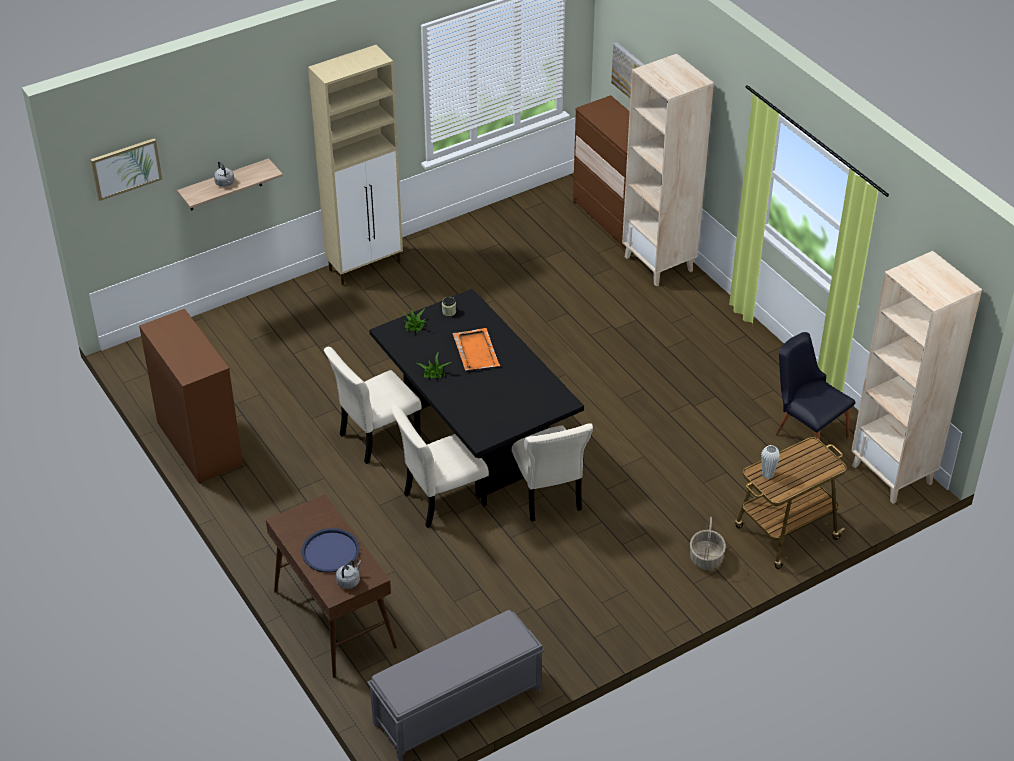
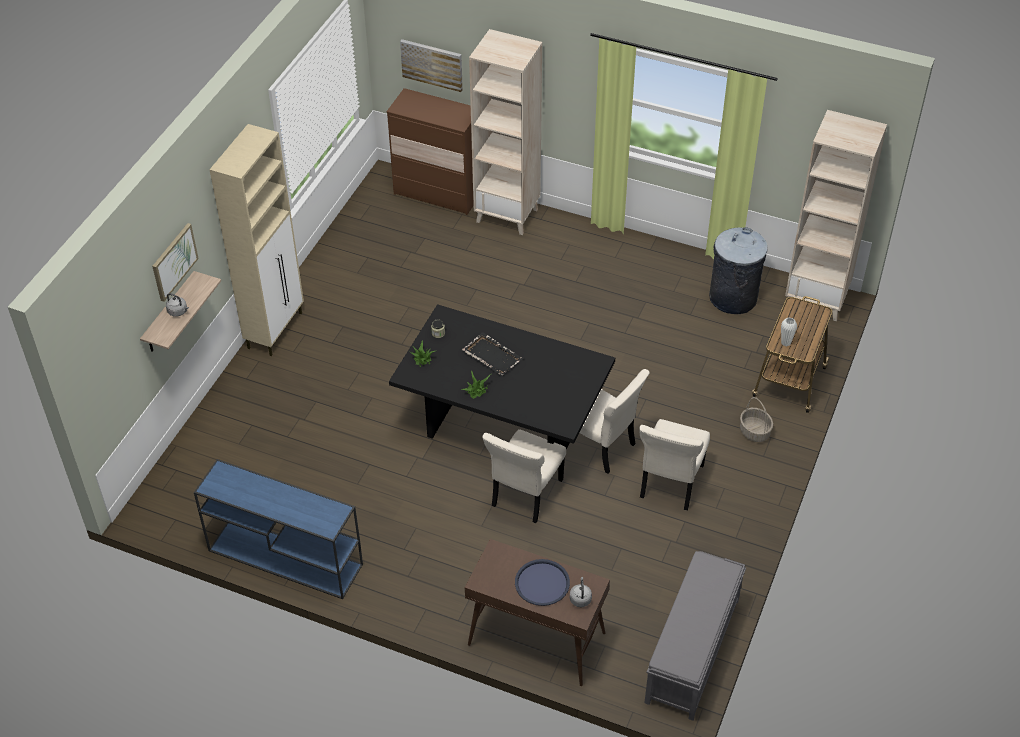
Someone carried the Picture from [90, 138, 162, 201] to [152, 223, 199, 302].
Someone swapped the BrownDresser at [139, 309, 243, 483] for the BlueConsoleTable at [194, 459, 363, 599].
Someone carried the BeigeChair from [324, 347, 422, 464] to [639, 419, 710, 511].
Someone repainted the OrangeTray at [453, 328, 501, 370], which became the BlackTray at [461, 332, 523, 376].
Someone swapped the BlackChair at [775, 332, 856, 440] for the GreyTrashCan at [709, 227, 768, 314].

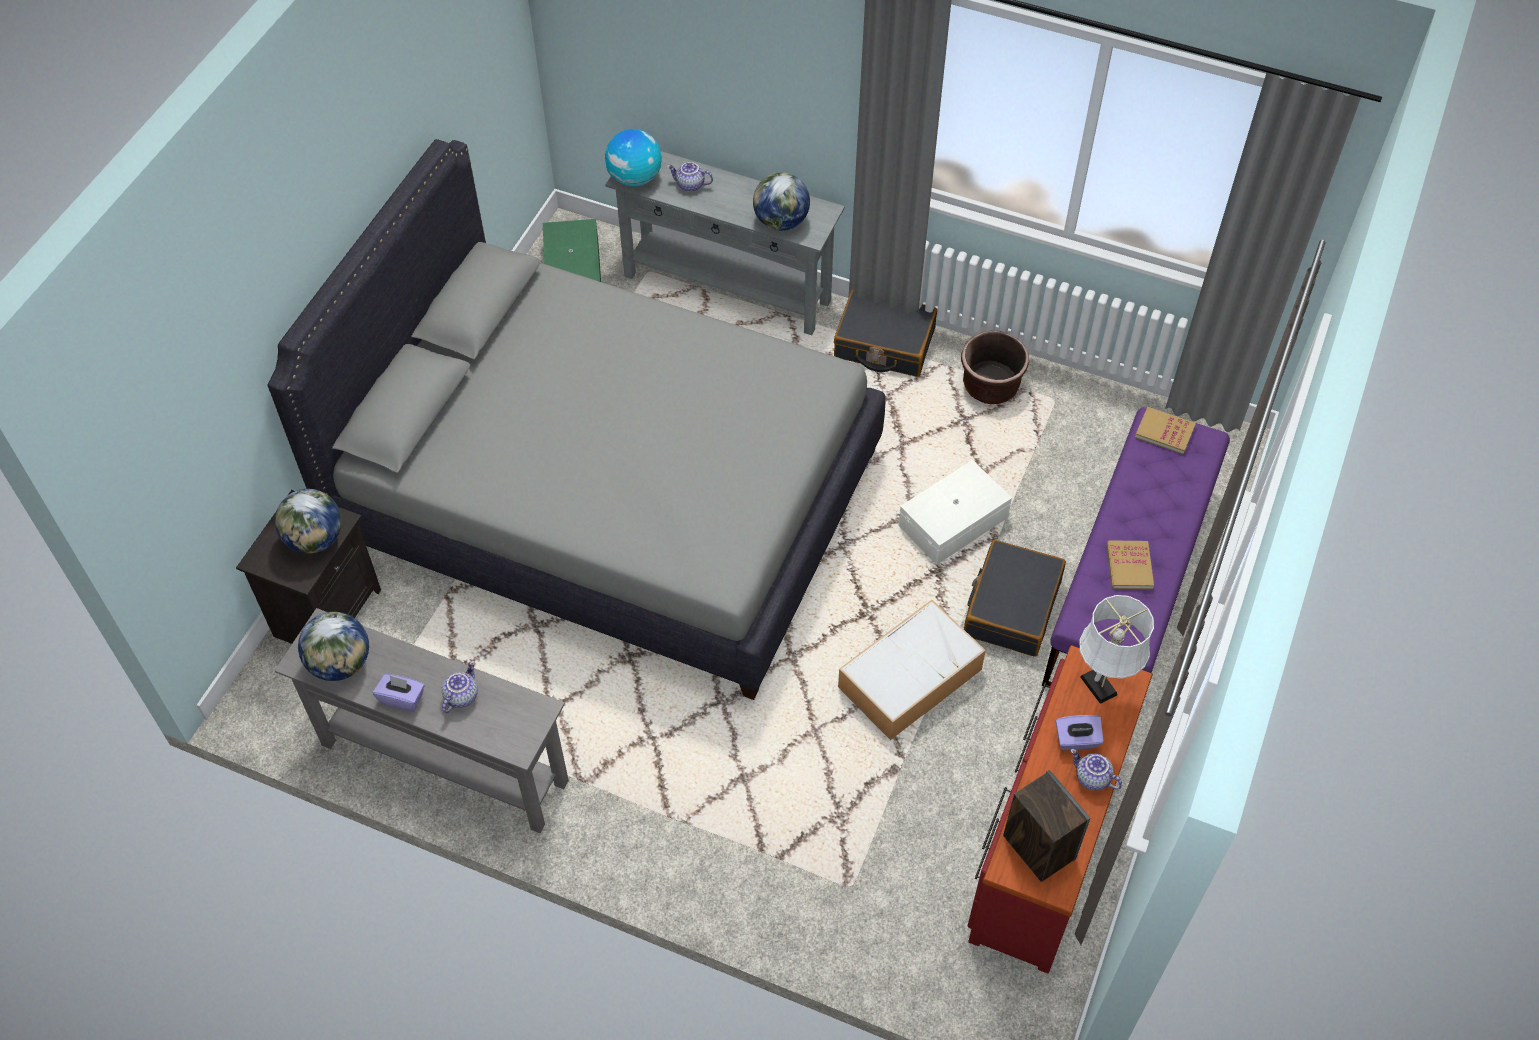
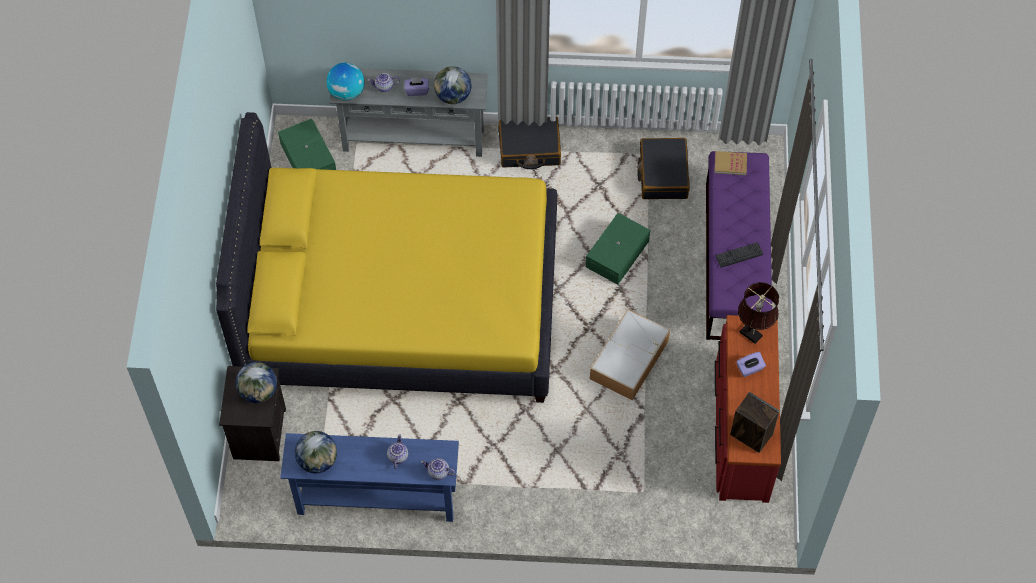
Someone repainted the GreyBed at [268, 139, 885, 700], which became the YellowBed at [216, 112, 557, 403].
Someone repainted the GreyConsoleTable at [274, 608, 569, 833], which became the BlueConsoleTable at [280, 433, 459, 522].
Someone carried the PurpleTissueBox from [373, 674, 425, 712] to [405, 78, 429, 96].
Someone repainted the WhiteStorageBox at [898, 460, 1012, 565], which became the GreenStorageBox at [586, 213, 650, 285].
Someone took away the BrownPlanter at [961, 330, 1029, 404].
Someone carried the BlackSuitcase from [964, 540, 1066, 657] to [638, 138, 690, 199].
Someone carried the Teapot from [1070, 749, 1122, 791] to [421, 458, 455, 480].
Someone repainted the WhiteTableLamp at [1080, 595, 1154, 704], which became the BrownTableLamp at [738, 282, 779, 344].
Someone swapped the Book at [1107, 540, 1154, 589] for the Keyboard at [716, 242, 763, 268].

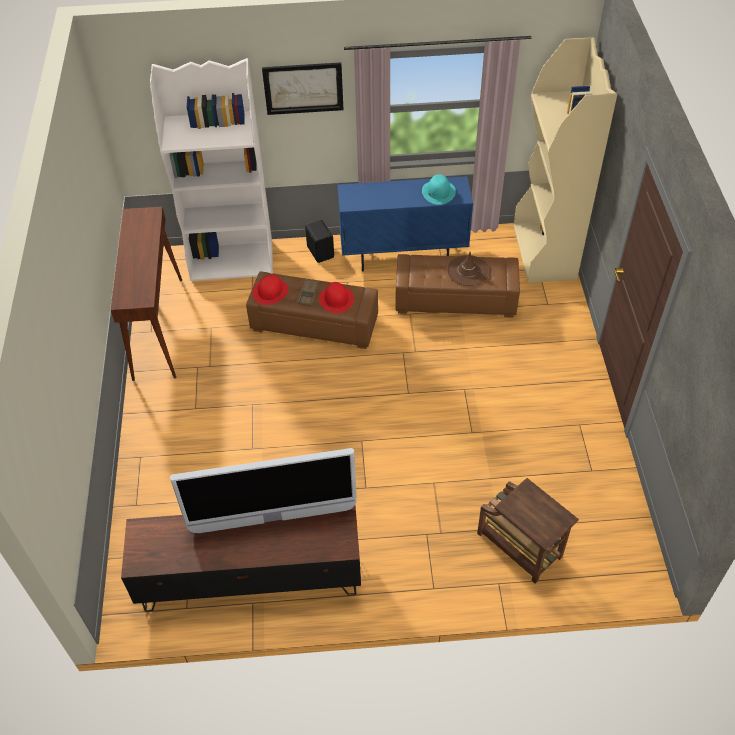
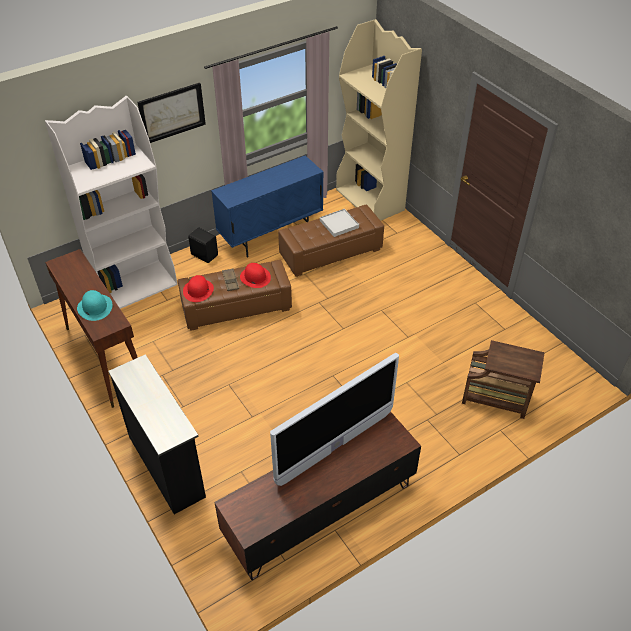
Someone carried the TurquoiseHat from [422, 174, 456, 204] to [77, 290, 112, 321].
Someone swapped the BrownHat at [447, 252, 490, 286] for the WhiteTray at [320, 209, 359, 237].
Someone put down the BlackDresser at [108, 354, 206, 514].

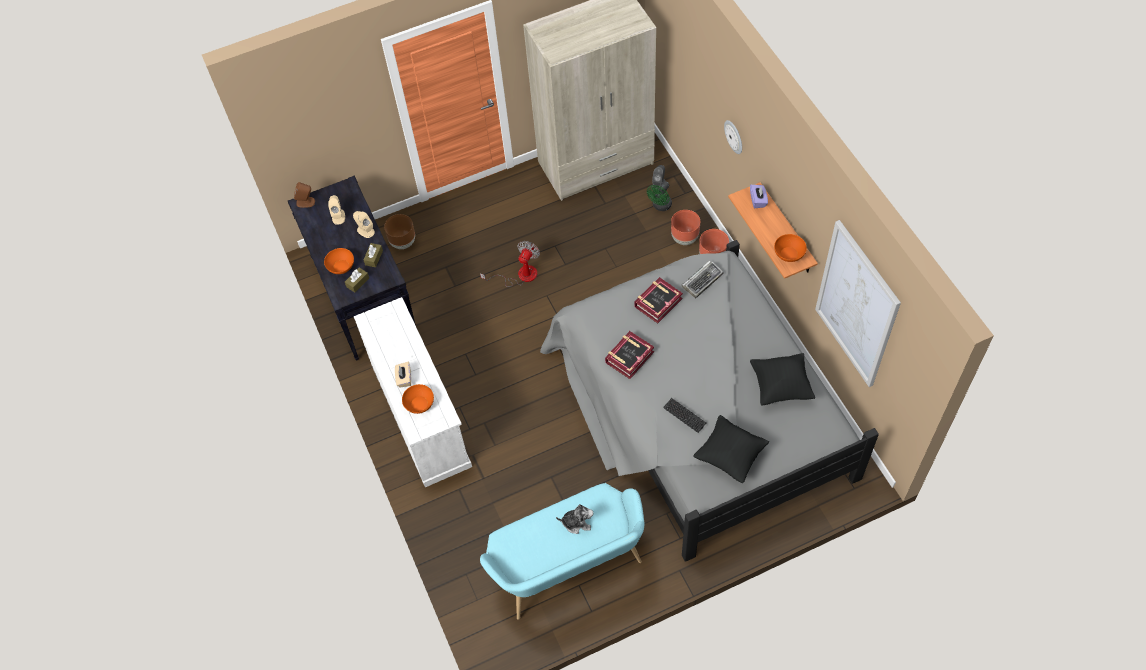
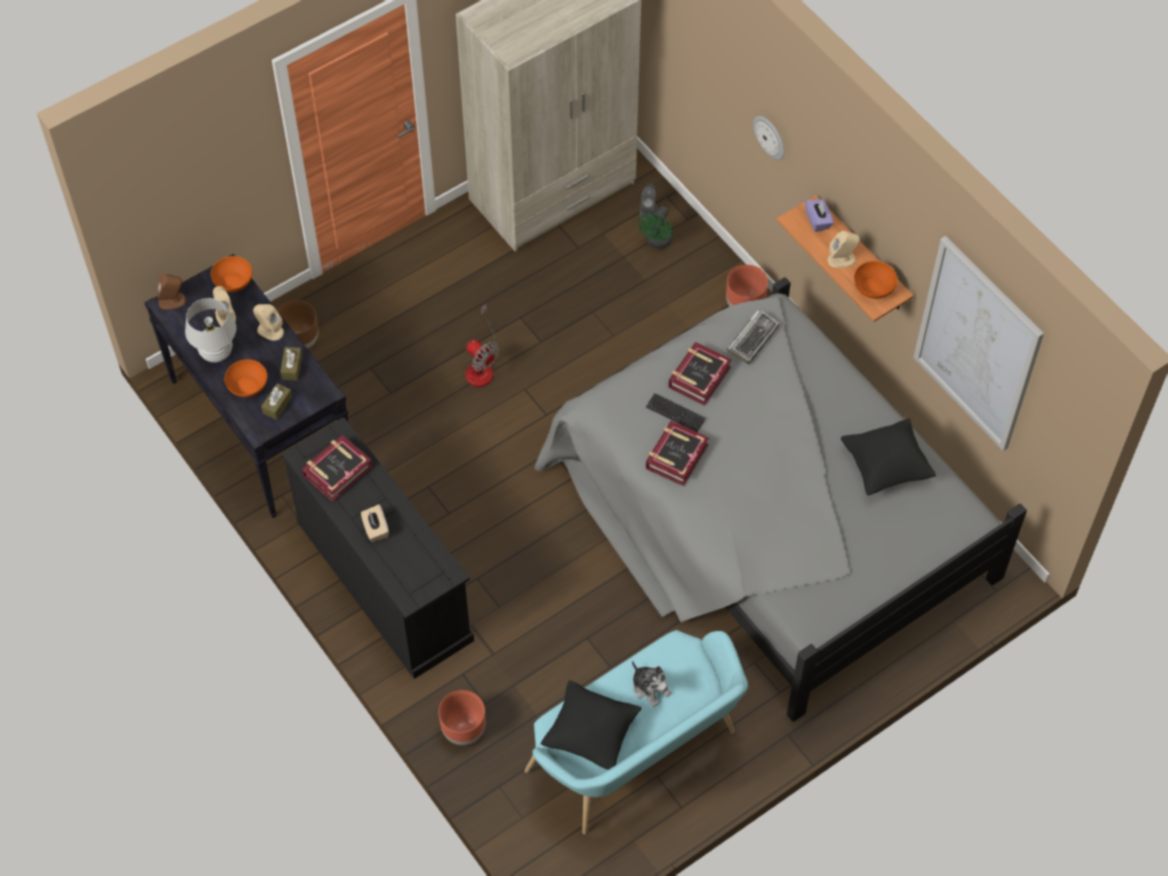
Someone repainted the WhiteDresser at [354, 297, 472, 487], which became the BlackDresser at [281, 417, 474, 679].
Someone carried the OrangeBowl from [402, 384, 434, 414] to [211, 256, 252, 292].
Someone rotated the Fan at [480, 241, 540, 287] by 120 degrees clockwise.
Someone rotated the PlushToy at [556, 504, 593, 534] by 60 degrees clockwise.
Someone carried the Keyboard from [663, 398, 706, 433] to [646, 393, 706, 432].
Someone carried the BrownPlanter from [671, 210, 700, 245] to [439, 690, 486, 745].
Someone carried the BlackPillow from [693, 415, 769, 484] to [541, 680, 641, 770].
Someone put down the WhiteTableLamp at [185, 298, 236, 362].
Someone put down the Book at [302, 435, 373, 502].
Someone put down the BeigeSpeaker at [827, 231, 860, 268].

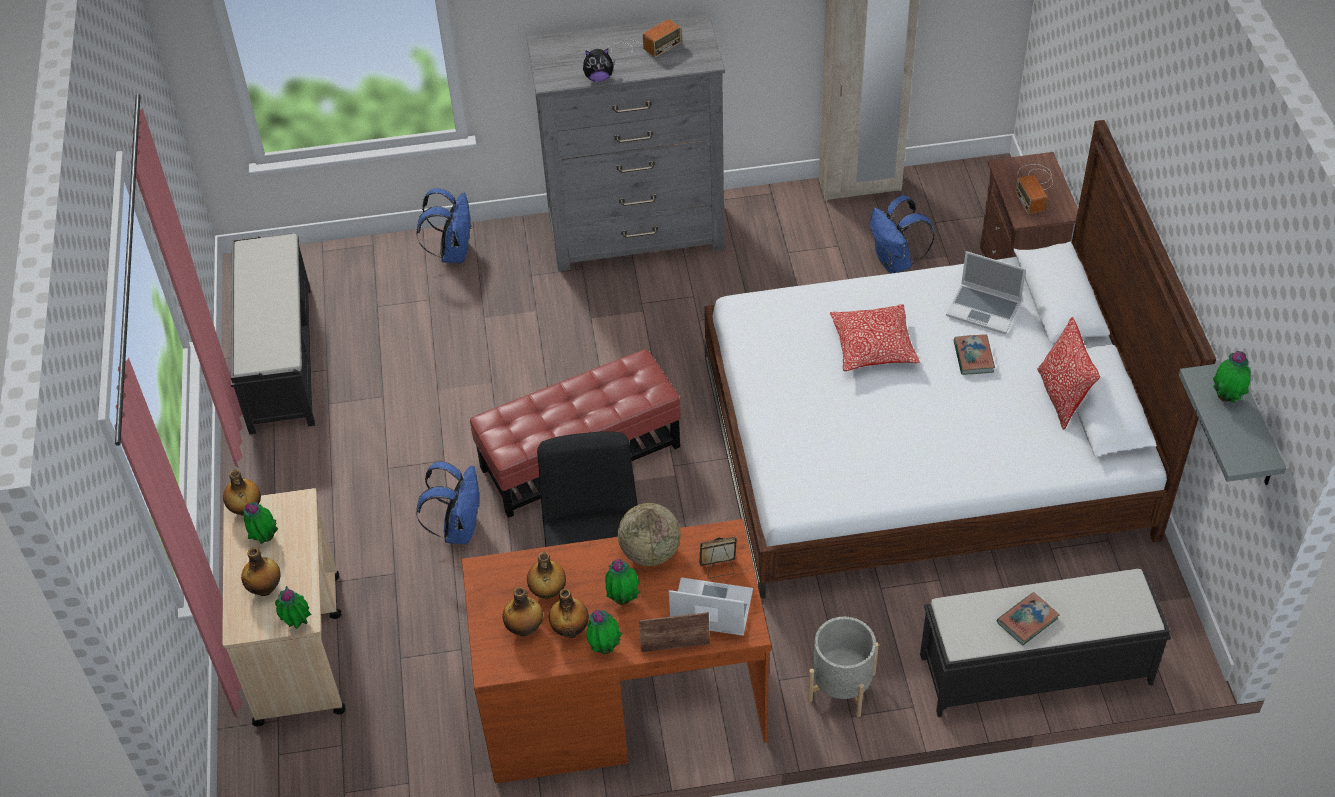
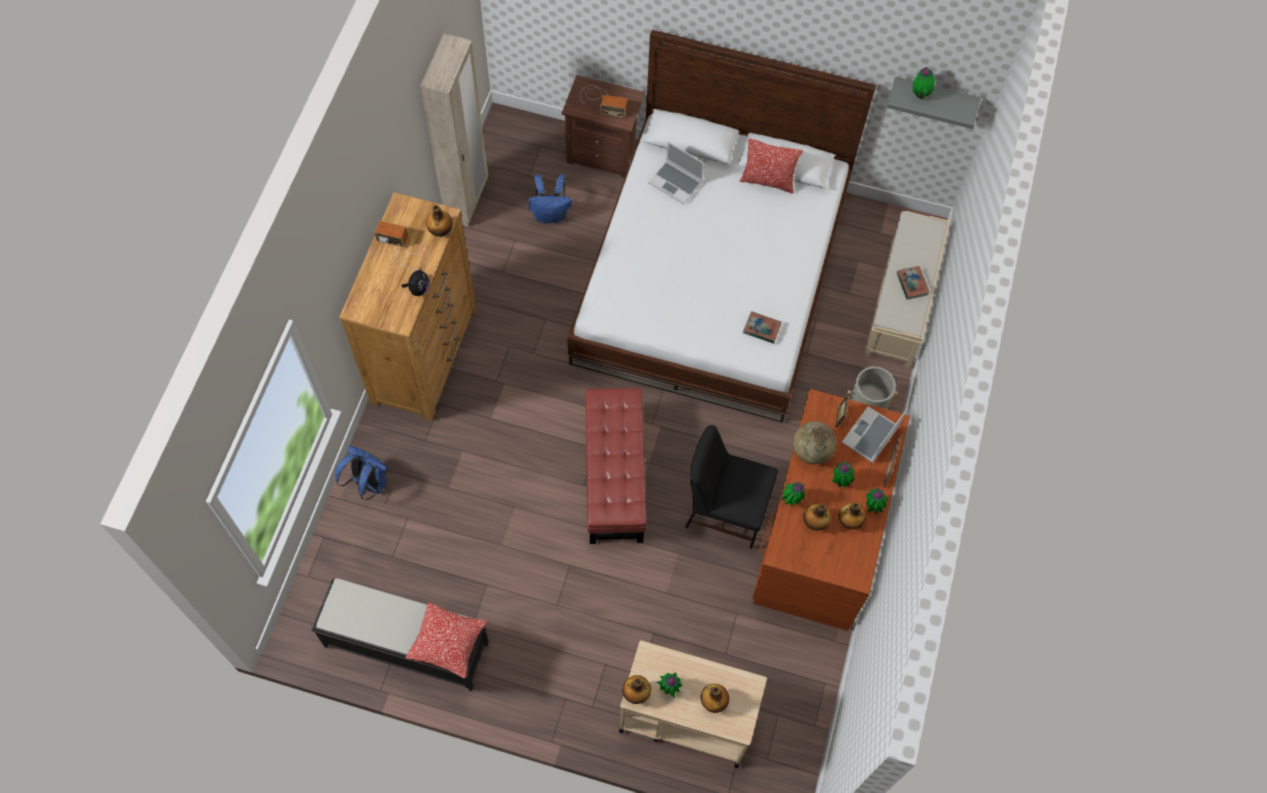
Someone carried the PottedPlant from [275, 586, 312, 629] to [781, 482, 805, 507].
Someone took away the BlueBackpack at [416, 461, 479, 544].
Someone carried the Bottle from [502, 587, 543, 637] to [426, 205, 453, 237].
Someone repainted the GreyDresser at [527, 15, 725, 271], which became the BrownDresser at [339, 192, 476, 421].
Someone rotated the Radio at [610, 19, 681, 64] by 60 degrees counterclockwise.
Someone carried the Pillow from [830, 304, 920, 371] to [405, 602, 487, 679].
Someone repainted the BlackBench at [920, 569, 1171, 717], which became the BeigeBench at [863, 211, 950, 368].
Someone rotated the Laptop at [946, 251, 1026, 334] by 75 degrees clockwise.
Someone carried the Book from [954, 335, 995, 375] to [743, 311, 782, 344].

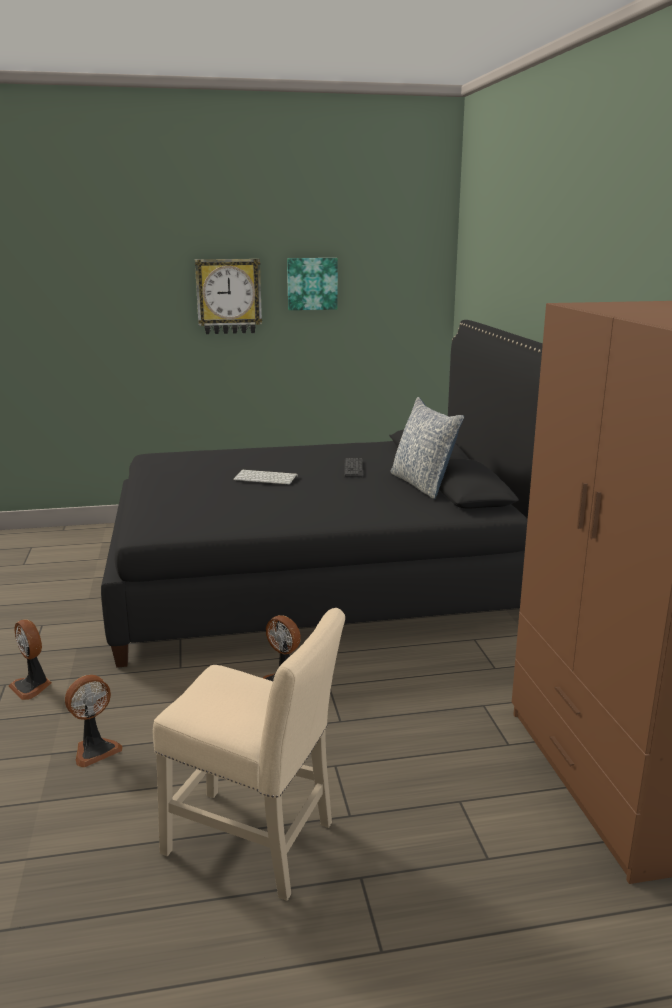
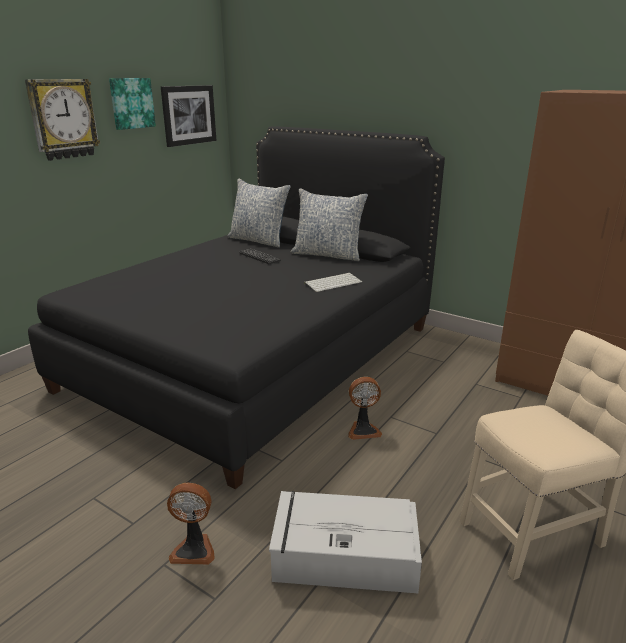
Someone swapped the Fan at [65, 675, 123, 767] for the GreyStorageBox at [269, 491, 422, 593].
Someone carried the Keyboard from [233, 470, 298, 484] to [304, 273, 362, 292].
Someone put up the Picture at [161, 85, 216, 147].
Someone put down the Pillow at [228, 178, 291, 248].

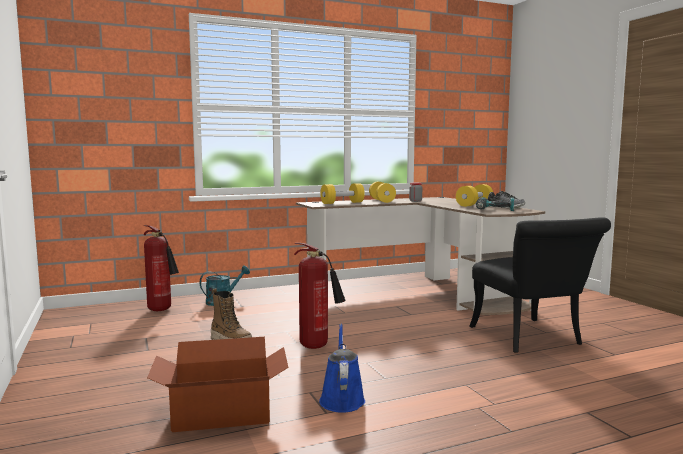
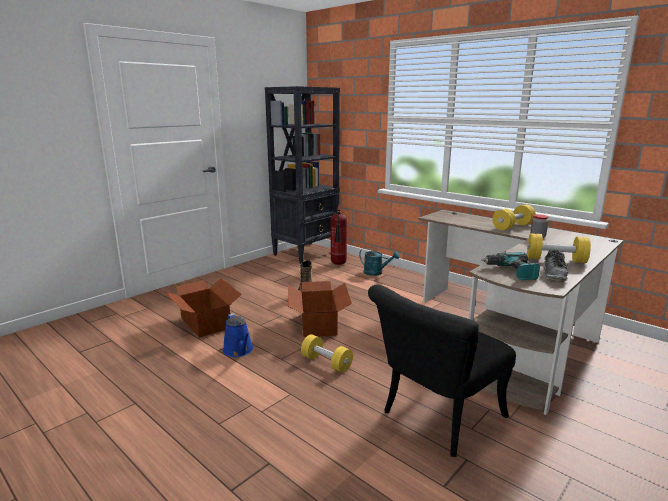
Someone swapped the FireExtinguisher at [294, 243, 345, 349] for the CardboardBox at [288, 281, 352, 337].
Someone rotated the BlueWateringCan at [319, 324, 365, 413] by 90 degrees clockwise.
Someone carried the YellowDumbbell from [320, 183, 365, 204] to [301, 334, 353, 373].
Someone put down the BlackBookcase at [265, 86, 340, 264].

